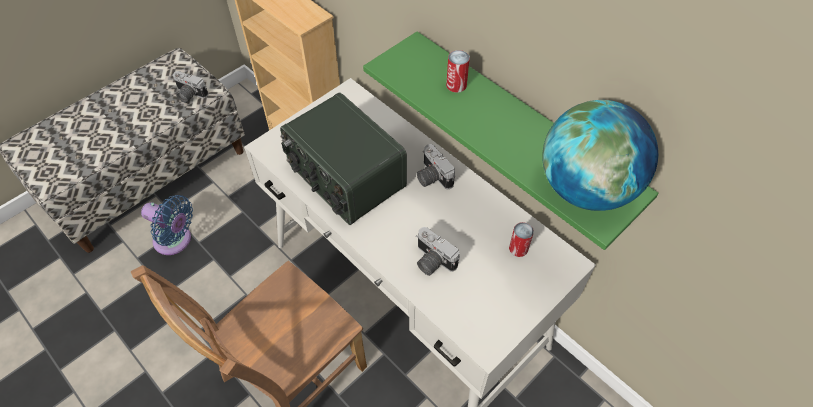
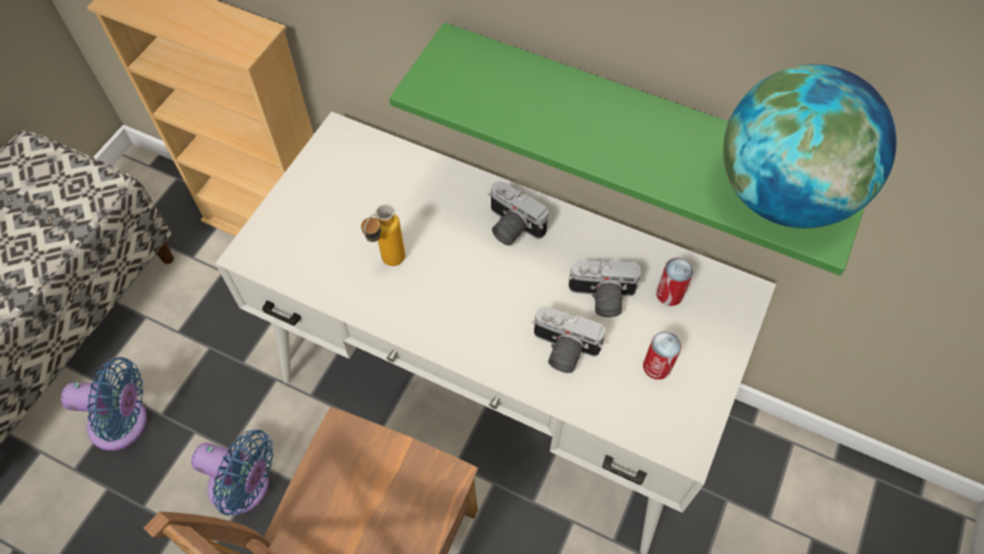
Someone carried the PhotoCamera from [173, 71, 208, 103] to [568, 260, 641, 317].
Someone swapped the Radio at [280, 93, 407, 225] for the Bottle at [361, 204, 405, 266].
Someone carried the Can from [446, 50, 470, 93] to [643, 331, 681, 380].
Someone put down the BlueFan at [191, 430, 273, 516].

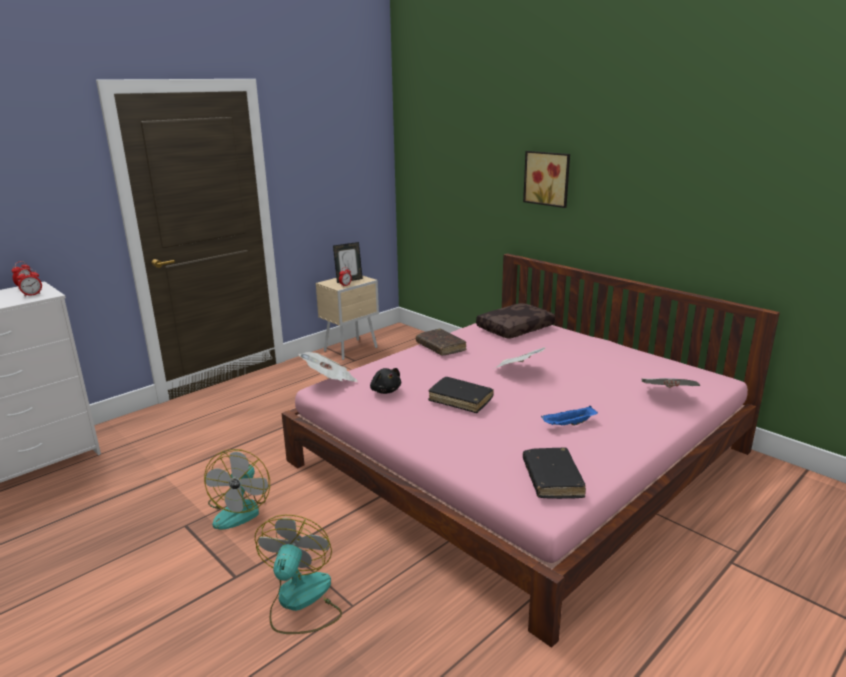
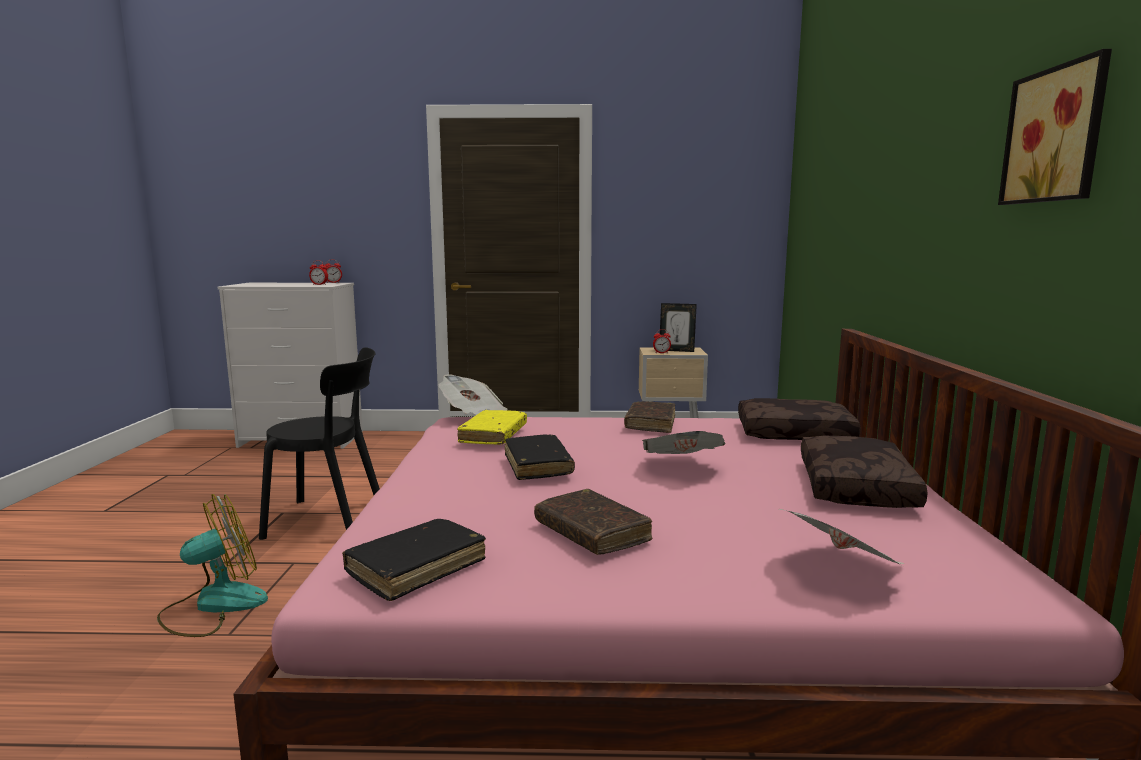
Someone swapped the Fan at [204, 449, 270, 530] for the BlackChair at [259, 347, 380, 540].
Someone swapped the BlackPlushToy at [370, 368, 401, 394] for the YellowBook at [457, 410, 527, 445].
Someone carried the Picture from [523, 151, 570, 208] to [998, 49, 1112, 205].
Someone swapped the BlueTray at [541, 406, 598, 426] for the BrownBook at [534, 489, 652, 555].
Someone put down the BrownPillow at [801, 436, 928, 508].

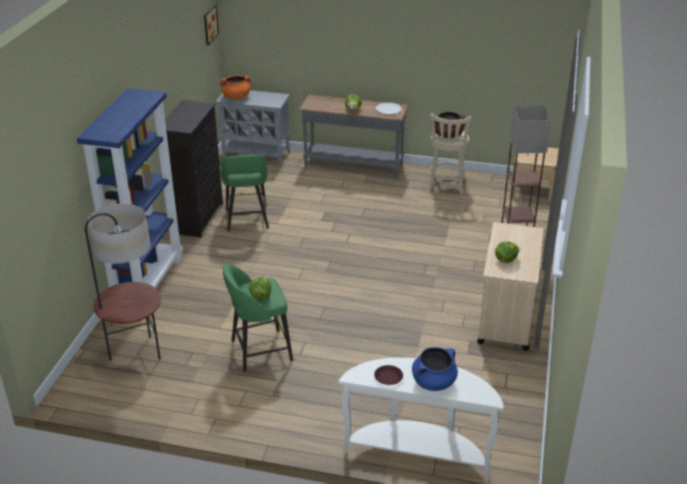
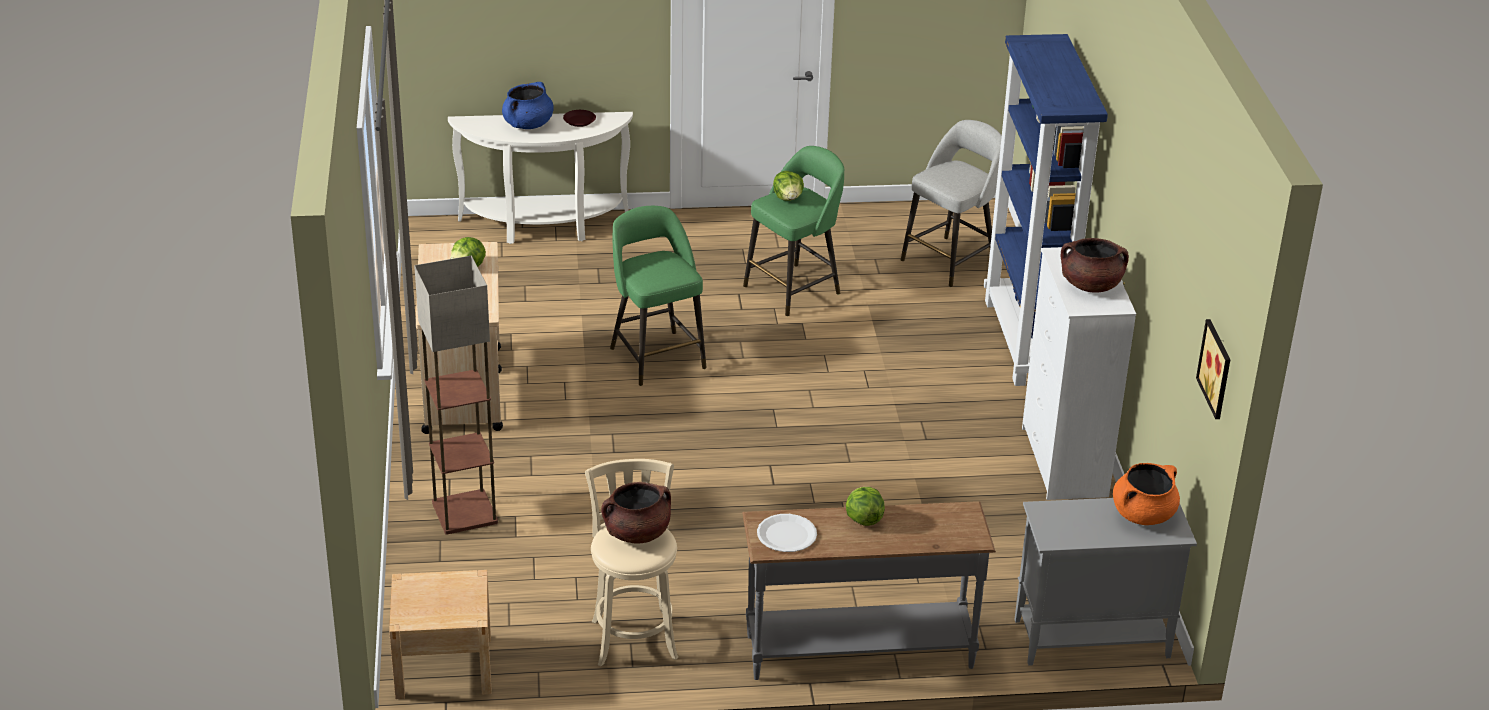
Someone swapped the FloorLamp at [85, 204, 161, 361] for the GreyStool at [901, 120, 1002, 287].
Someone repainted the BlackDresser at [165, 100, 223, 237], which became the WhiteDresser at [1022, 247, 1136, 500].
Someone carried the GreenStool from [221, 155, 269, 231] to [610, 206, 707, 386].
Someone put down the BrownCookingPot at [1060, 238, 1129, 293].

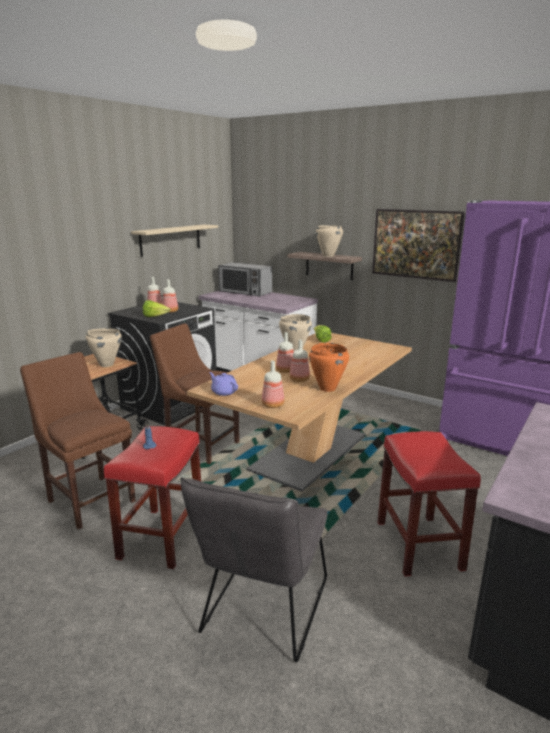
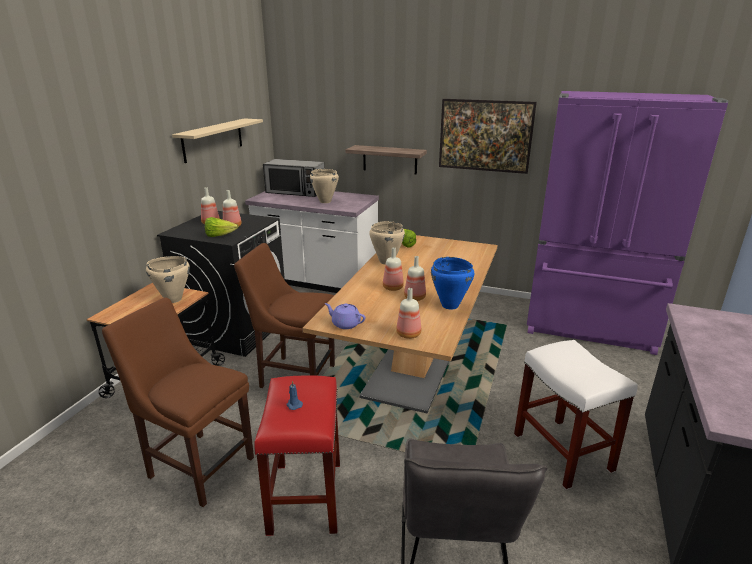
Someone repainted the OrangeCookingPot at [309, 343, 349, 392], which became the BlueCookingPot at [431, 257, 474, 310].
Someone carried the BeigeCookingPot from [316, 225, 343, 257] to [310, 169, 339, 203].
Someone repainted the RedStool at [377, 431, 481, 576], which became the WhiteStool at [514, 340, 638, 490].

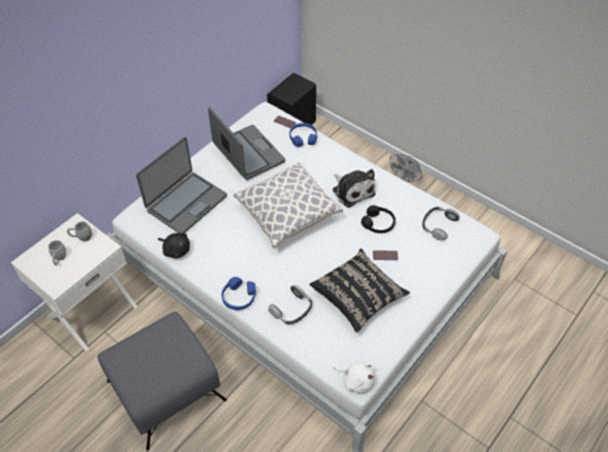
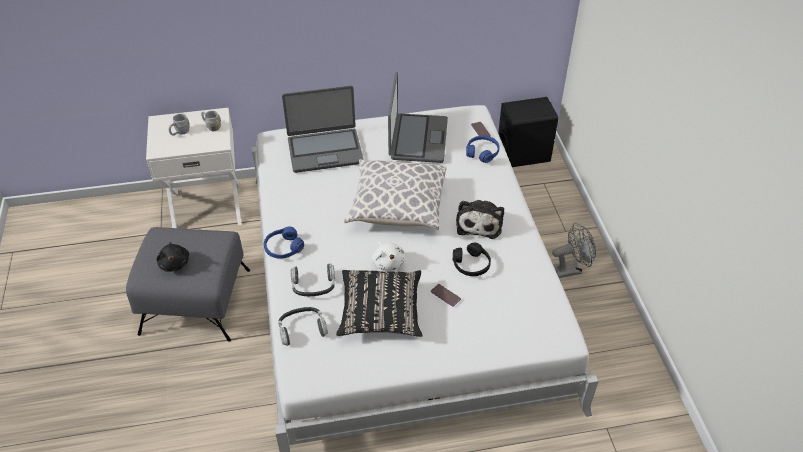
Someone carried the BlackPlushToy from [158, 233, 190, 258] to [156, 242, 189, 272].
Someone carried the WhitePlushToy from [334, 361, 375, 393] to [372, 241, 405, 271].
Someone carried the Headphones from [422, 207, 460, 240] to [278, 307, 328, 346].

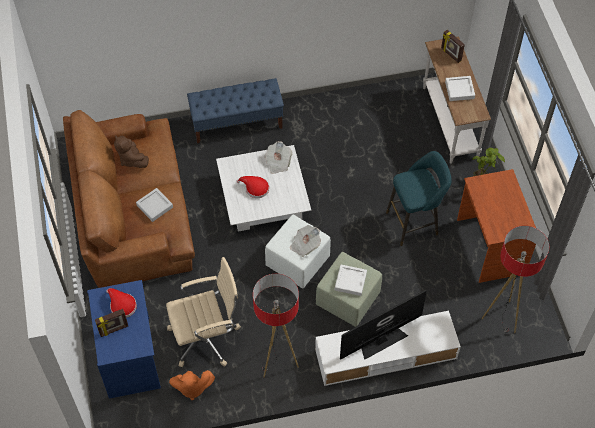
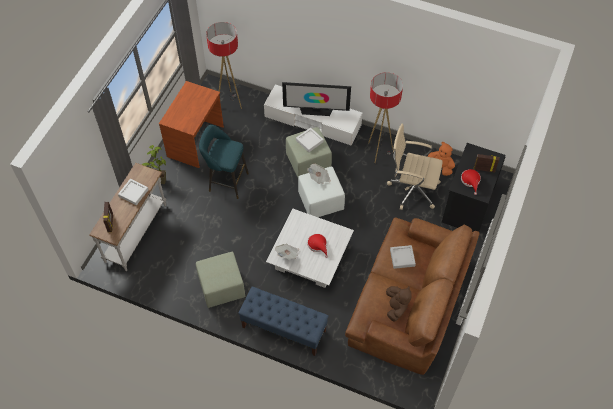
Someone repainted the BlueDesk at [87, 280, 161, 399], which became the BlackDesk at [442, 143, 506, 232].
Someone put down the GreenOttoman at [196, 252, 245, 308].

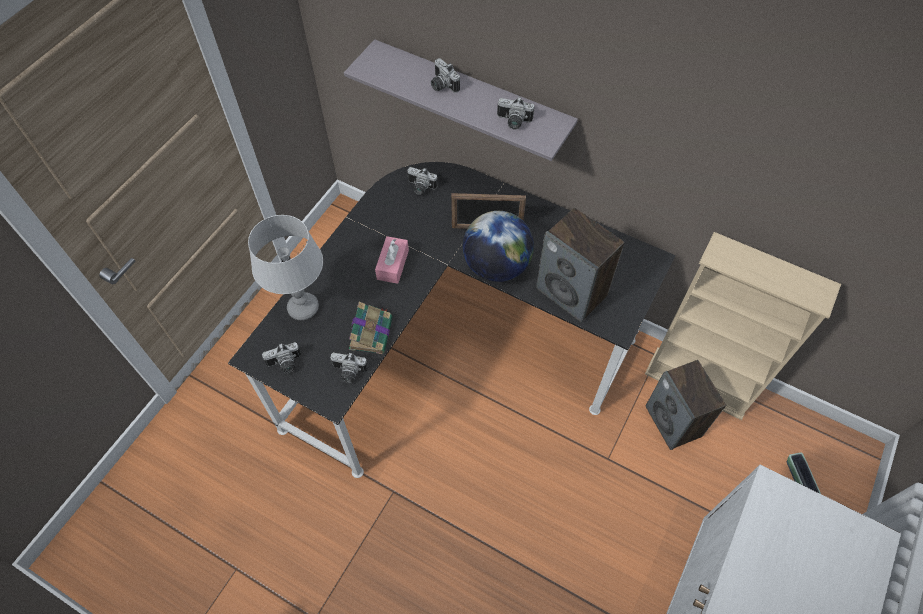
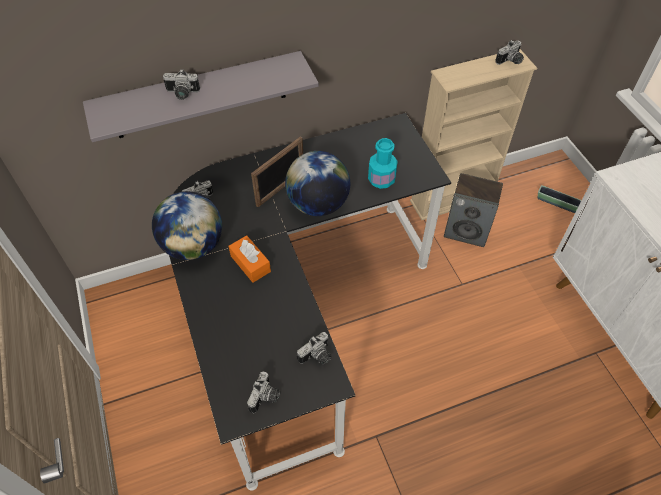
Someone took away the GreyTableLamp at [248, 215, 323, 320].
Someone took away the Book at [349, 302, 393, 354].
Someone repainted the PinkTissueBox at [375, 236, 409, 284], which became the OrangeTissueBox at [229, 235, 271, 283].
Someone carried the PhotoCamera from [497, 97, 534, 130] to [495, 40, 524, 65].
Someone swapped the Speaker at [536, 208, 625, 323] for the TurquoiseBottle at [368, 138, 398, 189].
Someone put down the Globe at [152, 191, 222, 260].

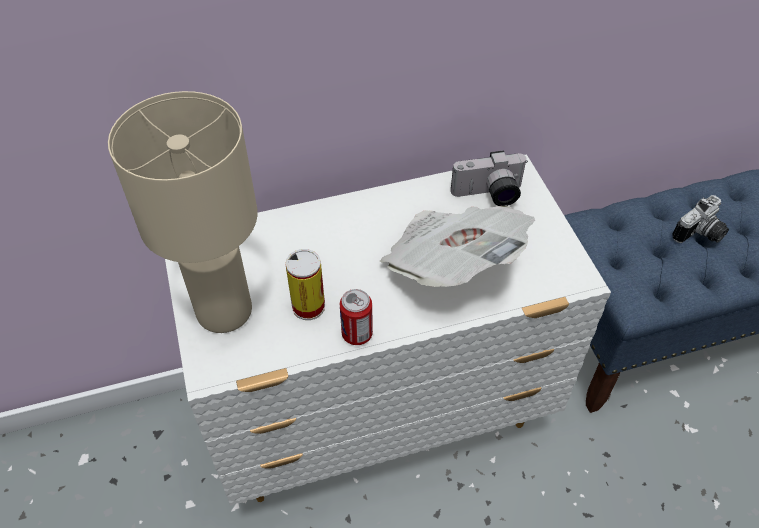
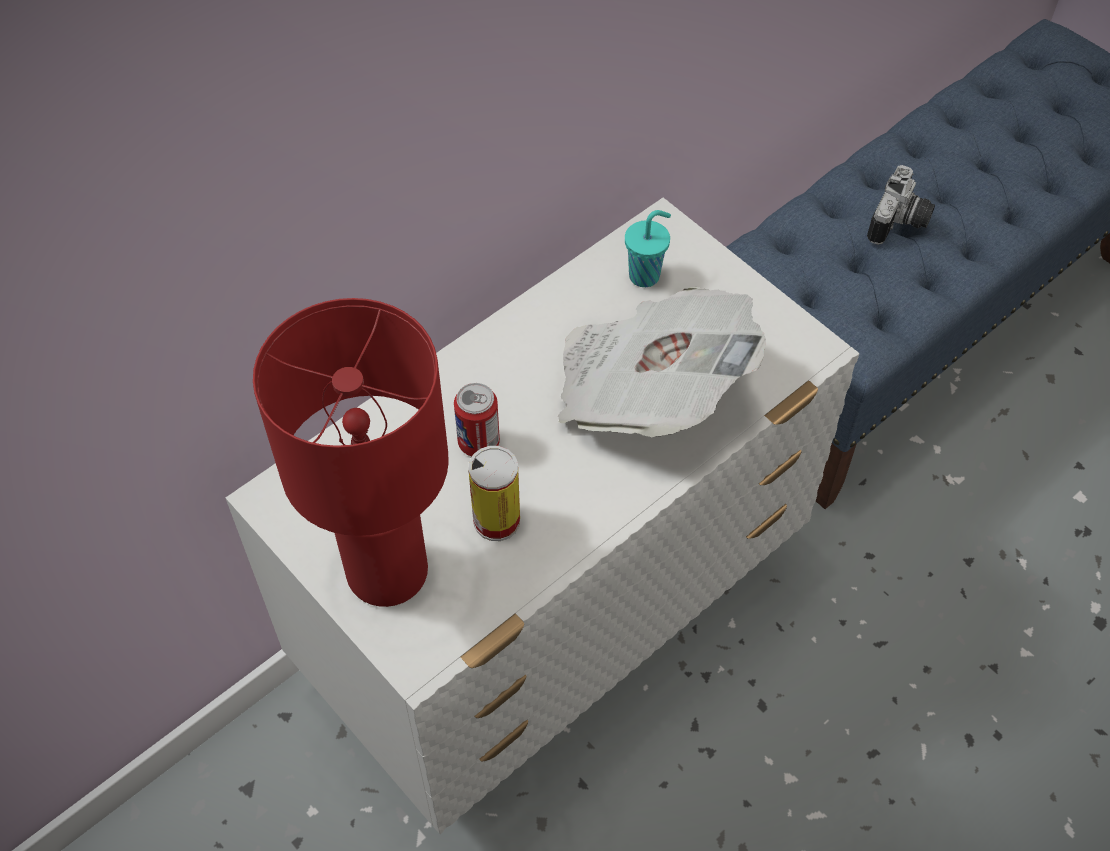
Someone repainted the BeigeTableLamp at [108, 91, 257, 333], which became the RedTableLamp at [253, 298, 449, 607].
Someone carried the Can from [340, 289, 373, 345] to [454, 383, 500, 456].
Someone swapped the PhotoCamera at [451, 150, 527, 206] for the TurquoiseCup at [625, 210, 671, 287].

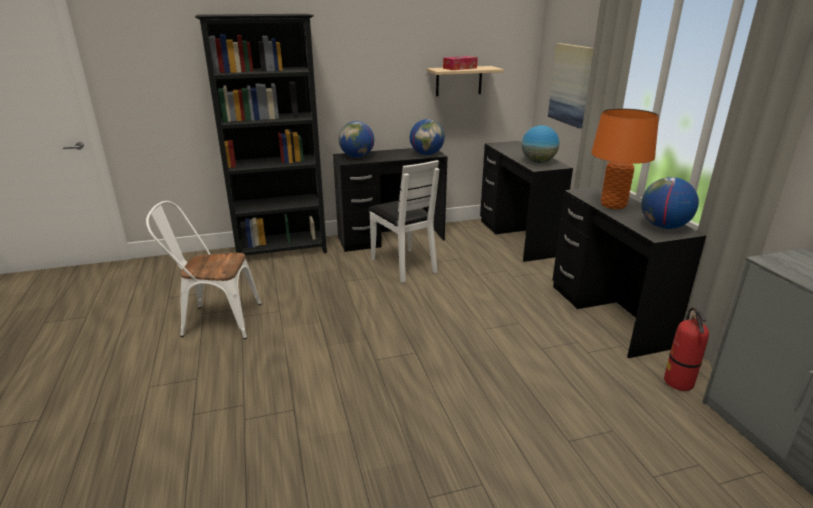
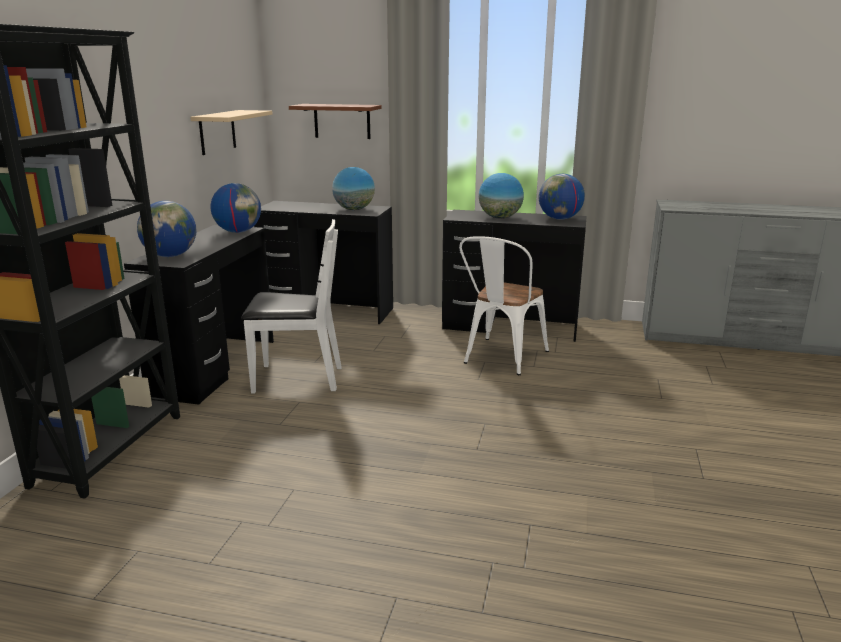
Someone carried the WhiteChair from [146, 201, 261, 339] to [459, 236, 549, 375].
Someone took away the TissueBox at [443, 56, 478, 70].
Someone swapped the Picture at [548, 43, 594, 128] for the BrownShelf at [289, 104, 382, 139].
Someone swapped the OrangeTableLamp at [591, 108, 659, 209] for the Globe at [479, 173, 524, 219].
Someone took away the FireExtinguisher at [664, 307, 709, 391].

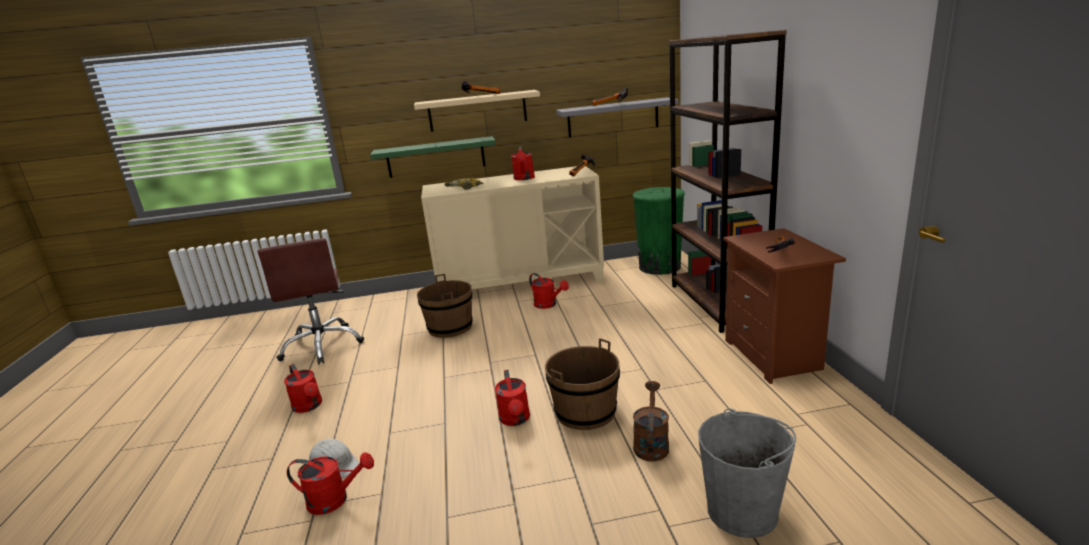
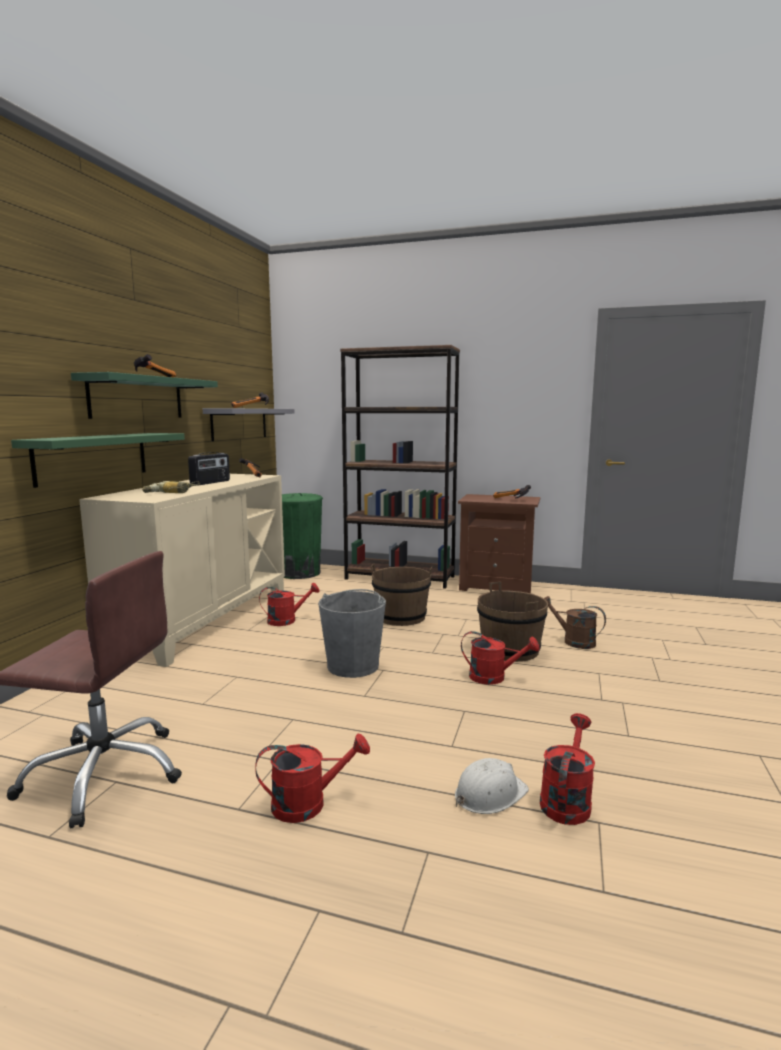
Someone repainted the BeigeShelf at [414, 90, 540, 132], which became the GreenShelf at [71, 372, 218, 419].
Someone carried the BrownBucket from [417, 274, 473, 338] to [371, 564, 432, 626].
Someone swapped the RedWateringCan at [511, 146, 535, 180] for the Radio at [188, 452, 230, 485].
Someone carried the GreyBucket from [698, 408, 796, 538] to [318, 589, 386, 678].

